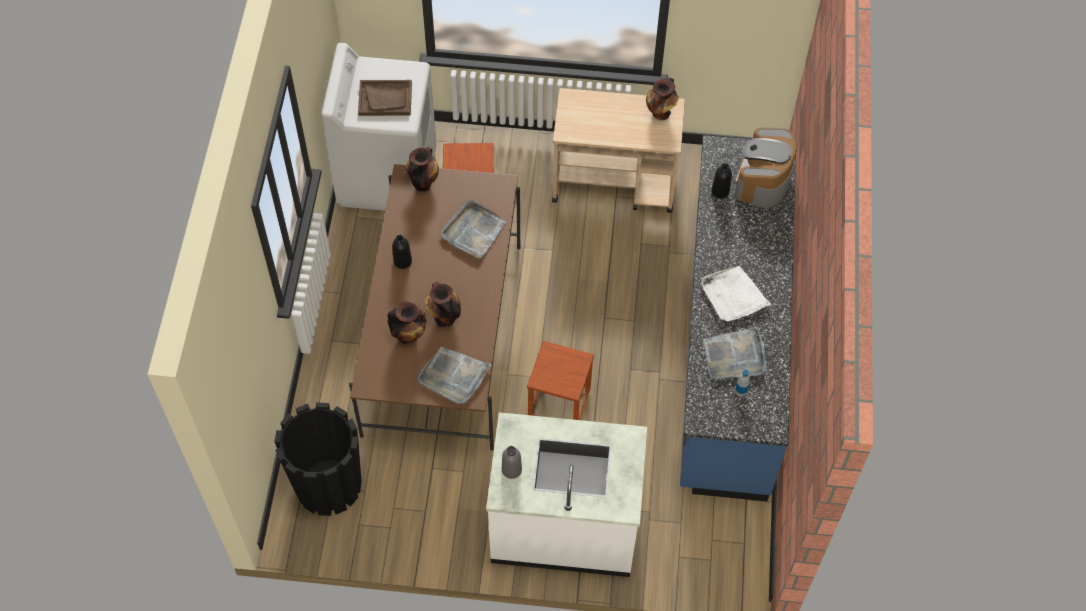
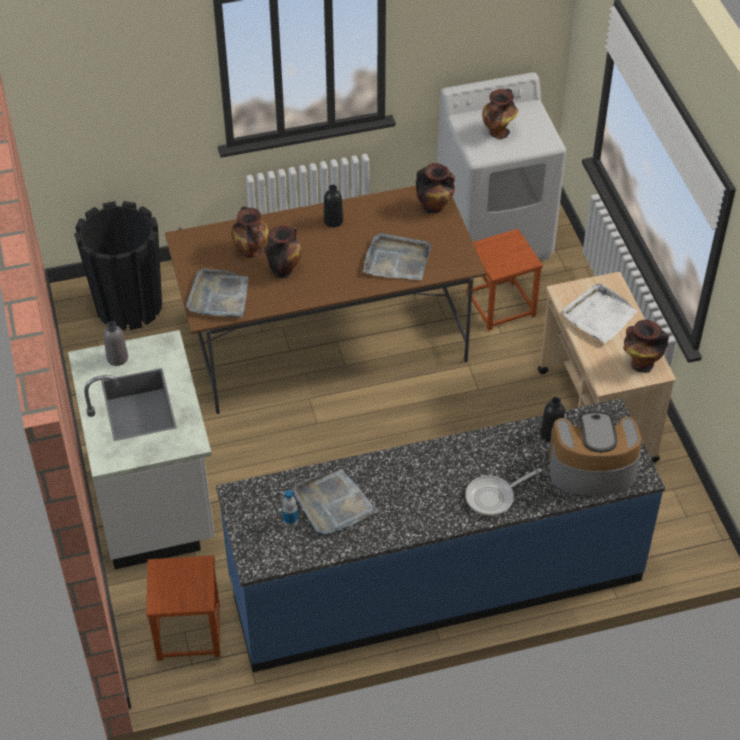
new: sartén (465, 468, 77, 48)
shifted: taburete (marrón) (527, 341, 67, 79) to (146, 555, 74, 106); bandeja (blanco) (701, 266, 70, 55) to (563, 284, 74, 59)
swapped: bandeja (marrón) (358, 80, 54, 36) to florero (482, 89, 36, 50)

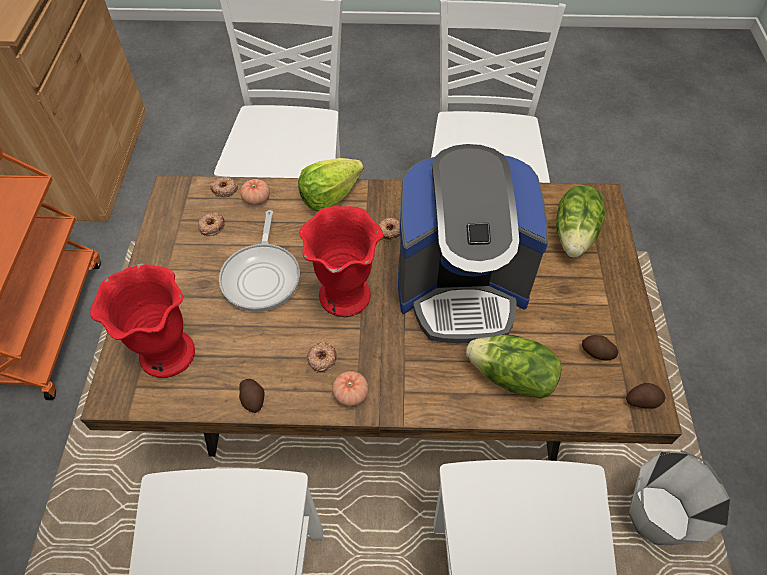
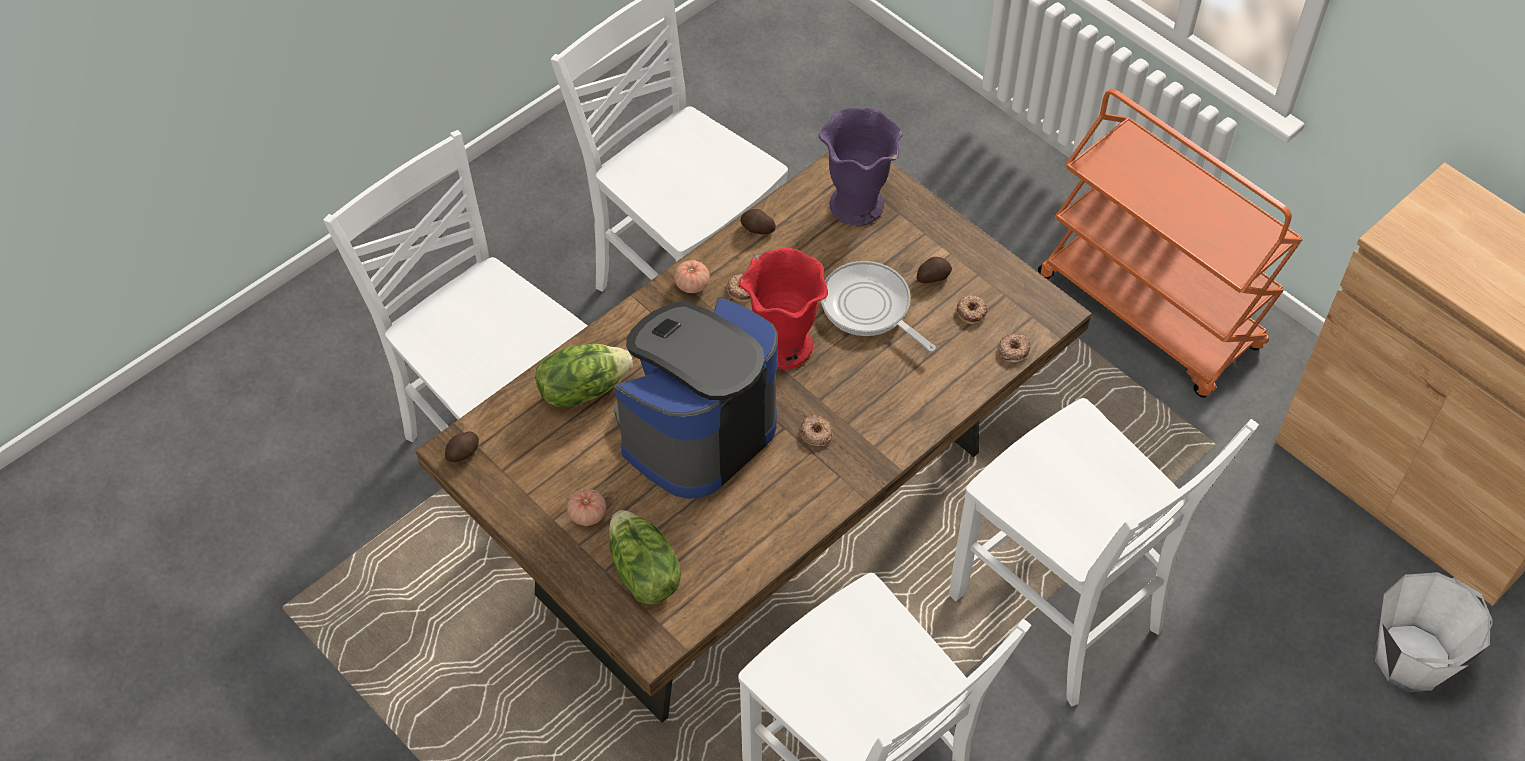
gone: lechuga (298, 158, 66, 54)
shifted: tomate (240, 179, 30, 27) to (567, 489, 39, 37); patata (582, 335, 36, 26) to (917, 257, 35, 26); cubo (blanco) (629, 450, 101, 96) to (1375, 572, 117, 120)
repainted: florero (rojo) (90, 263, 105, 115) to florero (morado) (819, 108, 84, 118)

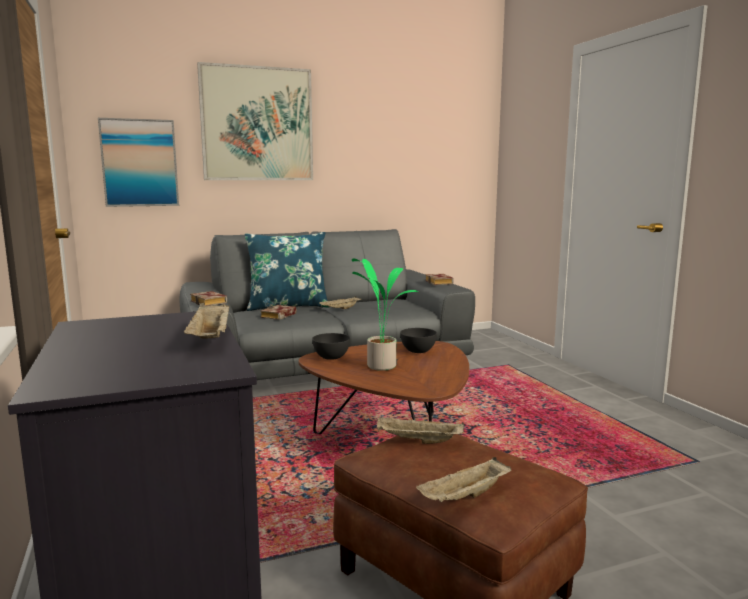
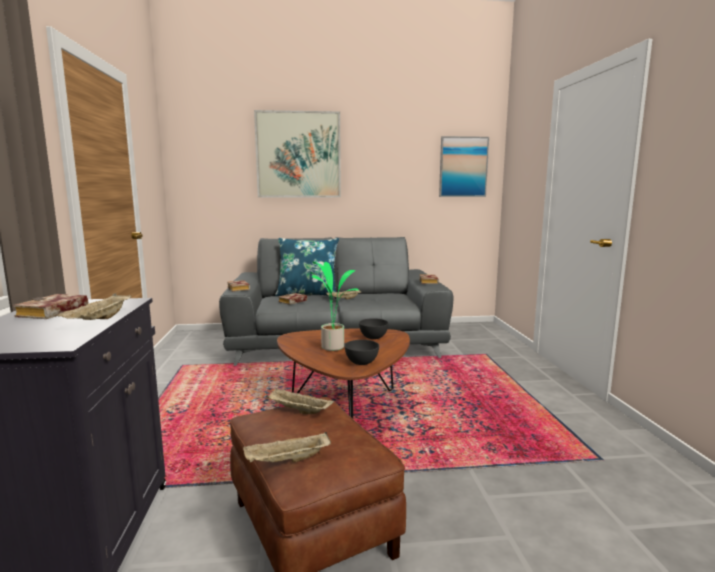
new: libro (13, 294, 75, 25)
shifted: cuadro (98, 118, 81, 89) to (439, 136, 50, 61); cuenco (gris) (312, 333, 38, 27) to (344, 340, 35, 25)

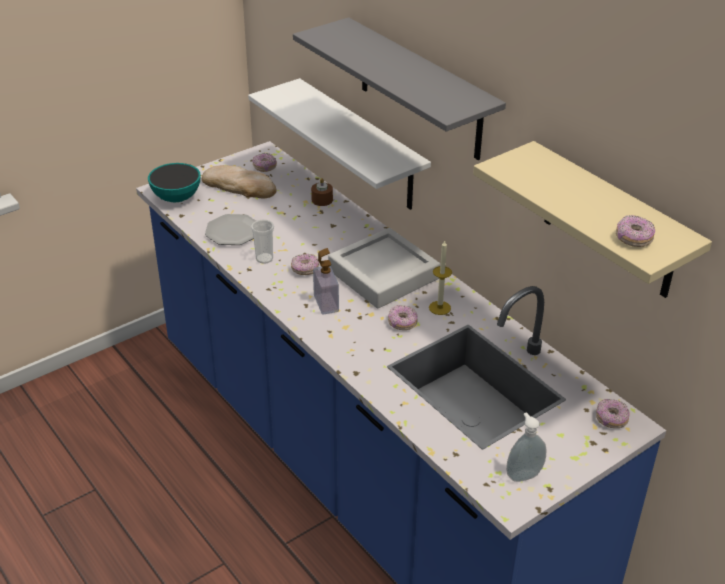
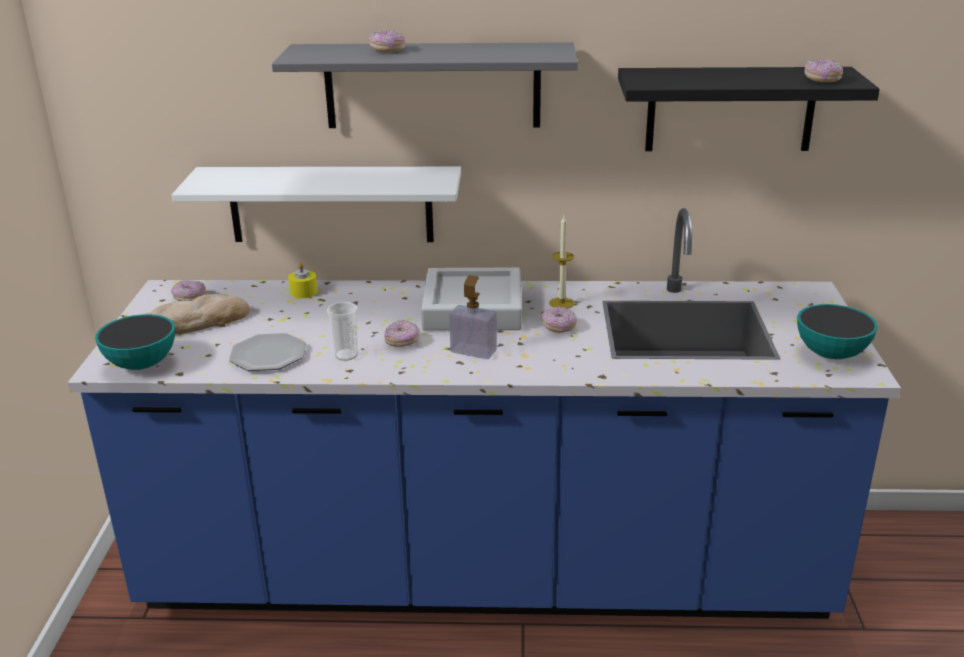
shifted: rosquilla (596, 399, 33, 29) to (369, 30, 36, 22)
swapped: dispensador de jabón (506, 413, 40, 69) to cuenco (797, 304, 81, 55)
repainted: vela (marrón) (311, 178, 22, 28) to vela (amarillo) (288, 262, 29, 36); estante (beis) (473, 141, 239, 157) to estante (negro) (618, 67, 262, 84)

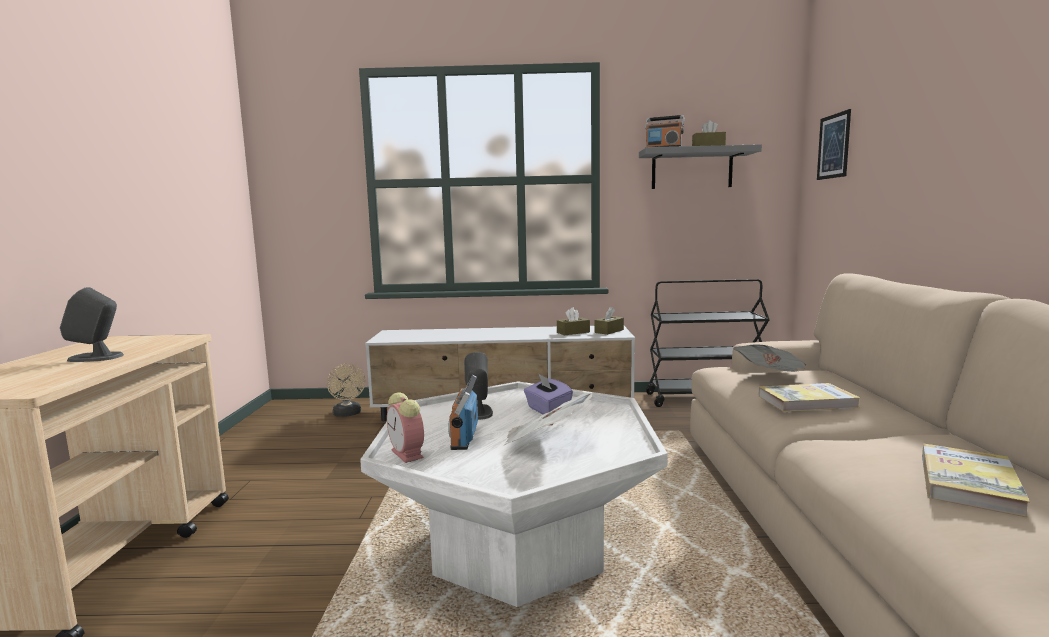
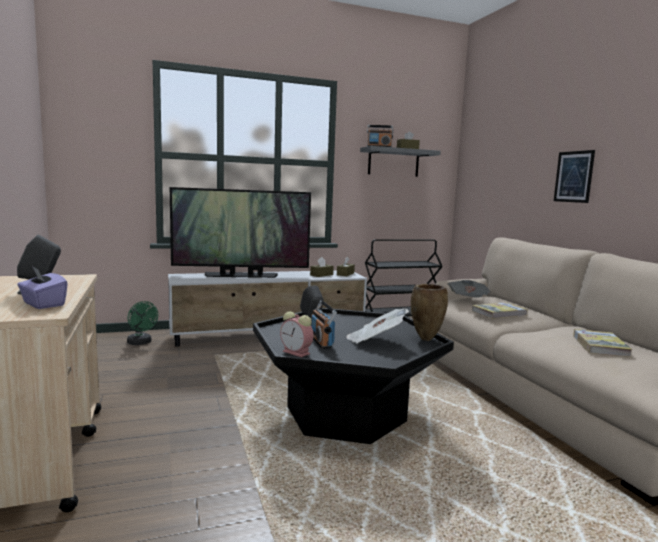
new: televisor (170, 187, 141, 91); florero (marrón) (411, 284, 37, 57)
shifted: caja de pañuelos (morado) (524, 373, 49, 42) to (17, 266, 51, 43); cuadro (817, 109, 34, 71) to (554, 150, 41, 53)
repainted: ventilador (beis) (327, 364, 39, 53) to ventilador (verde) (127, 301, 31, 44); mesa de centro (blanco) (360, 382, 308, 225) to mesa de centro (negro) (253, 308, 201, 136)

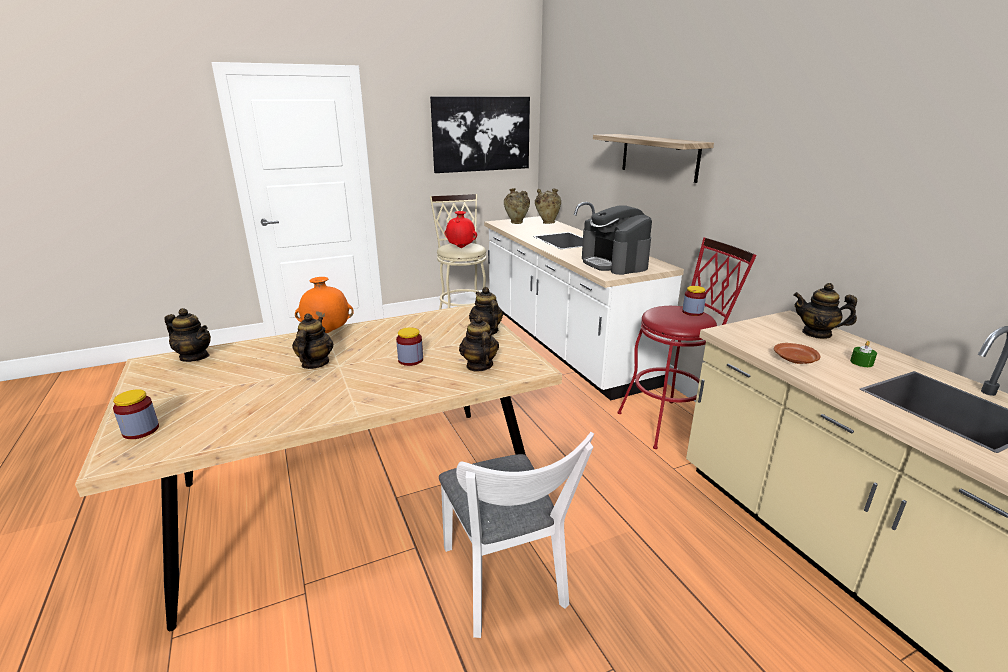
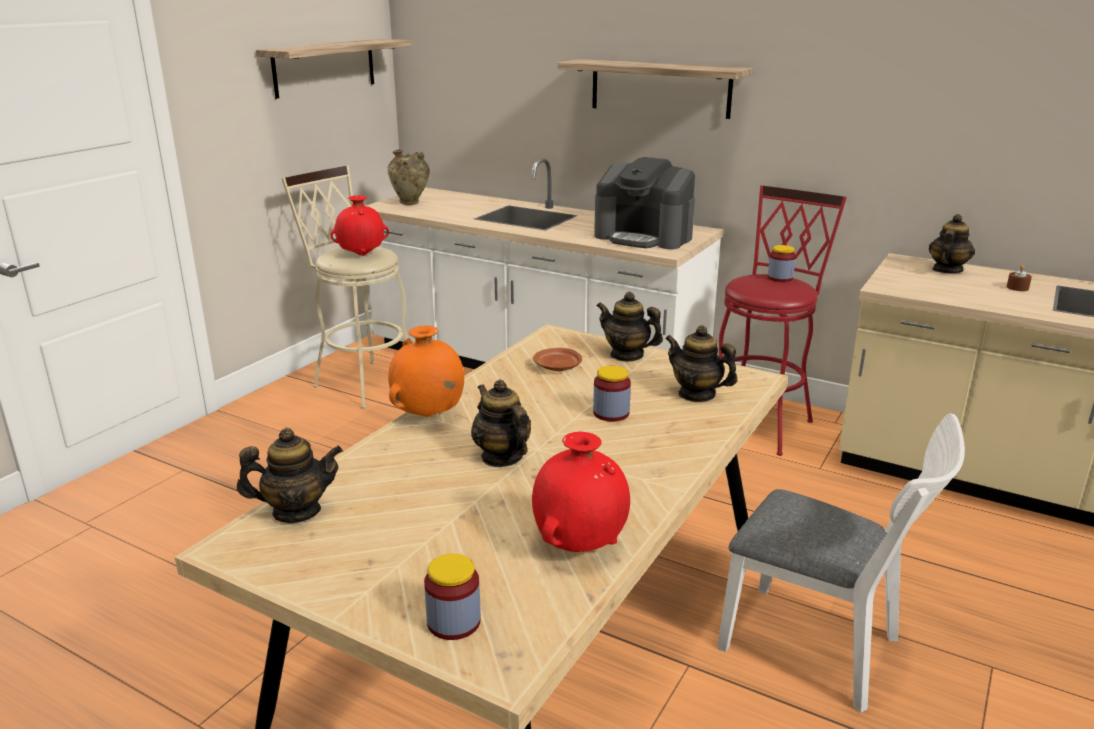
gone: florero (beis) (535, 189, 26, 35)
new: florero (rojo) (532, 432, 98, 120)
shifted: plato (marrón) (774, 343, 46, 21) to (533, 348, 49, 23)
swapped: cuadro (430, 96, 100, 77) to estante (256, 39, 155, 60)
repainted: vela (verde) (850, 341, 27, 26) to vela (marrón) (1007, 265, 25, 26)
rotated: tetera (793, 283, 64, 56) = (929, 214, 46, 59) 135 degrees clockwise

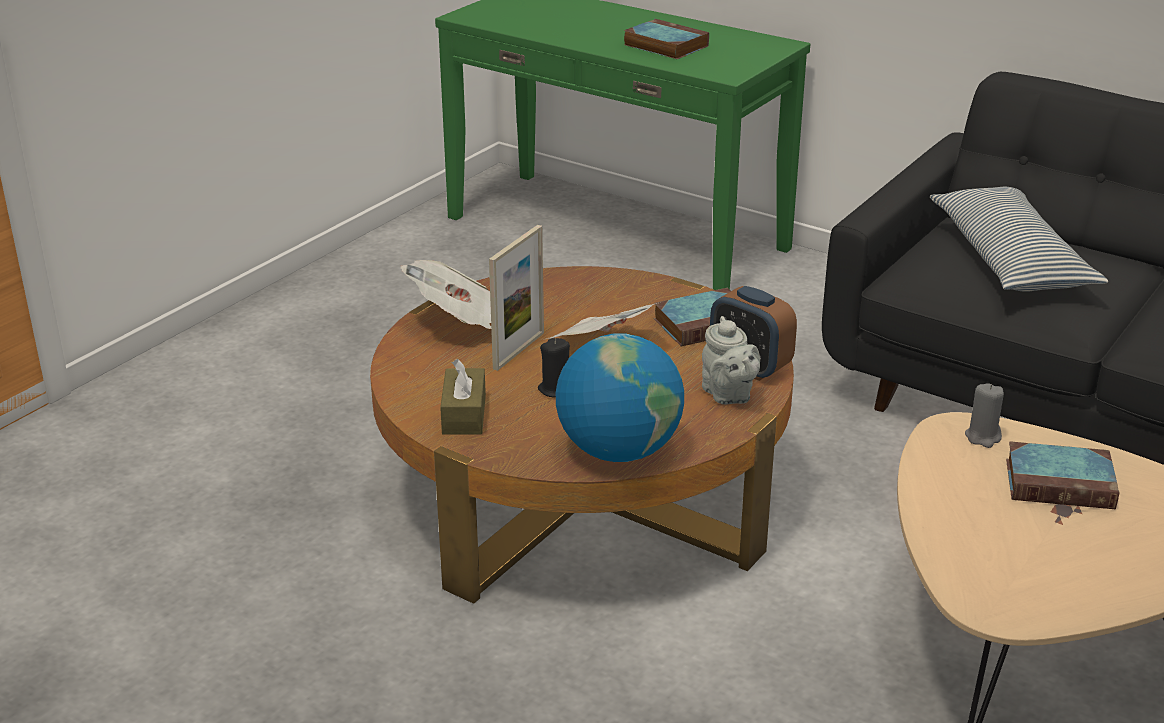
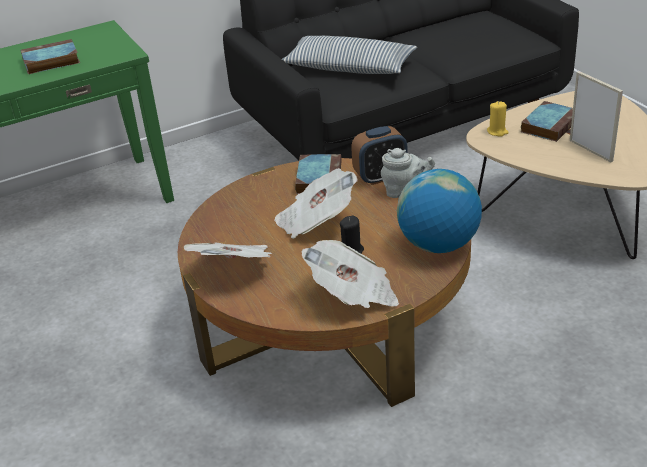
shifted: portarretratos (489, 225, 55, 146) to (570, 71, 53, 91)
swapped: caja de pañuelos (marrón) (440, 359, 46, 76) to periódico (302, 240, 97, 68)
repainted: vela (gris) (965, 383, 39, 65) to vela (amarillo) (487, 101, 22, 36)

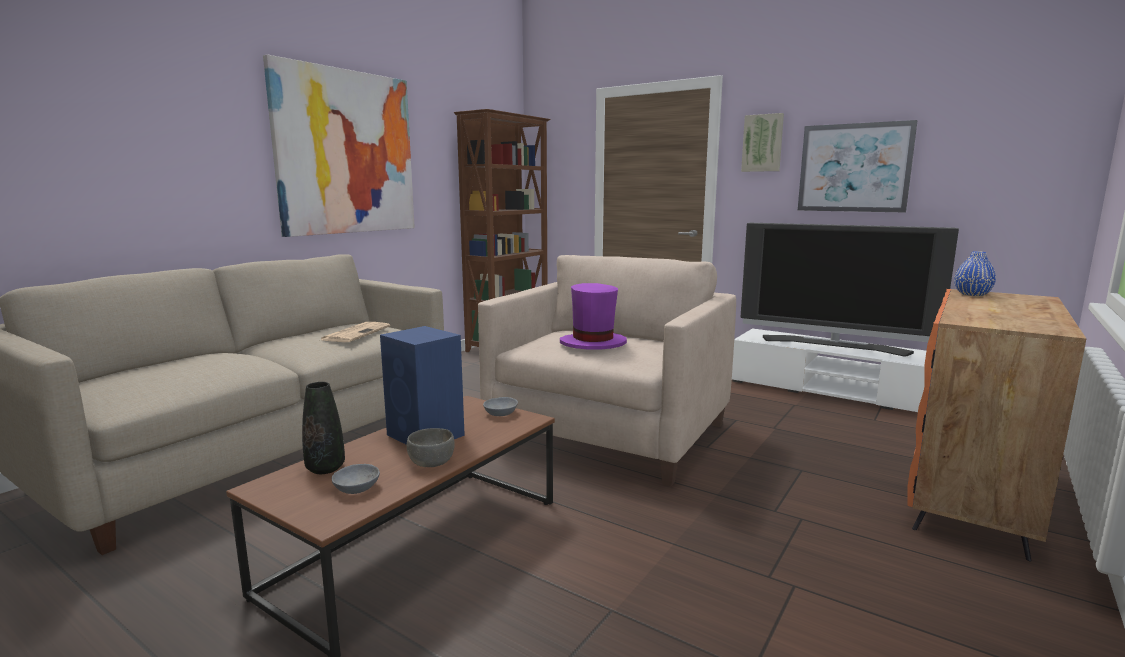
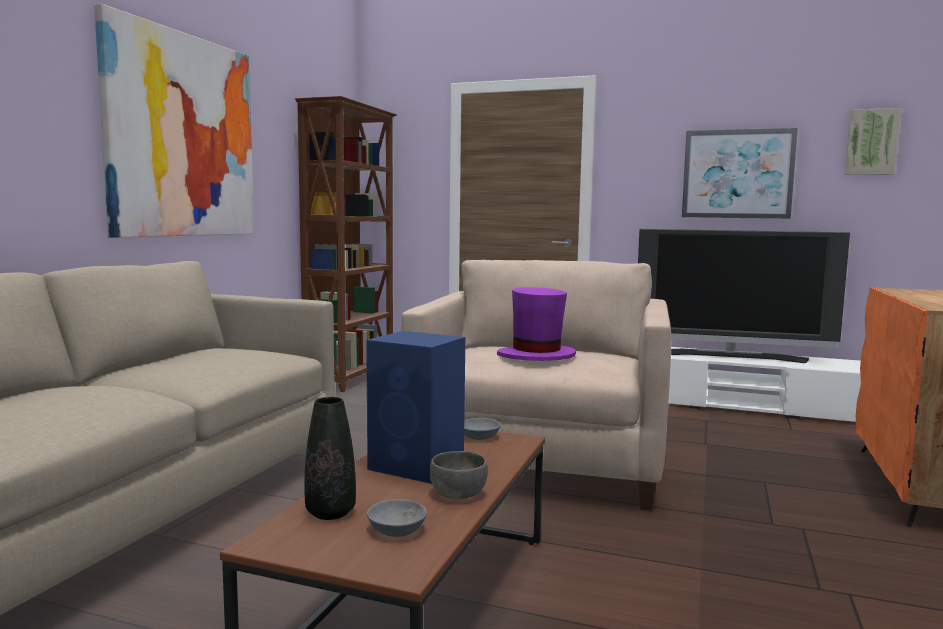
gone: periódico (321, 322, 69, 20); florero (azul) (954, 251, 42, 45)
shifted: cuadro (741, 113, 43, 59) to (845, 108, 56, 67)

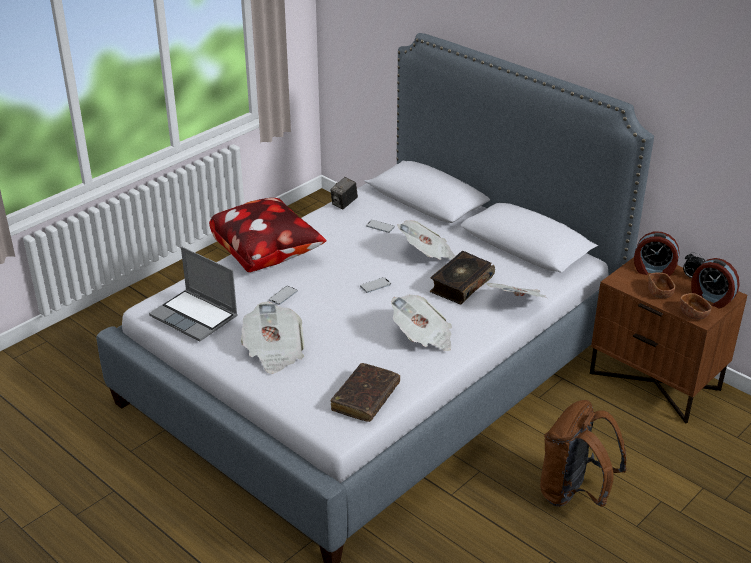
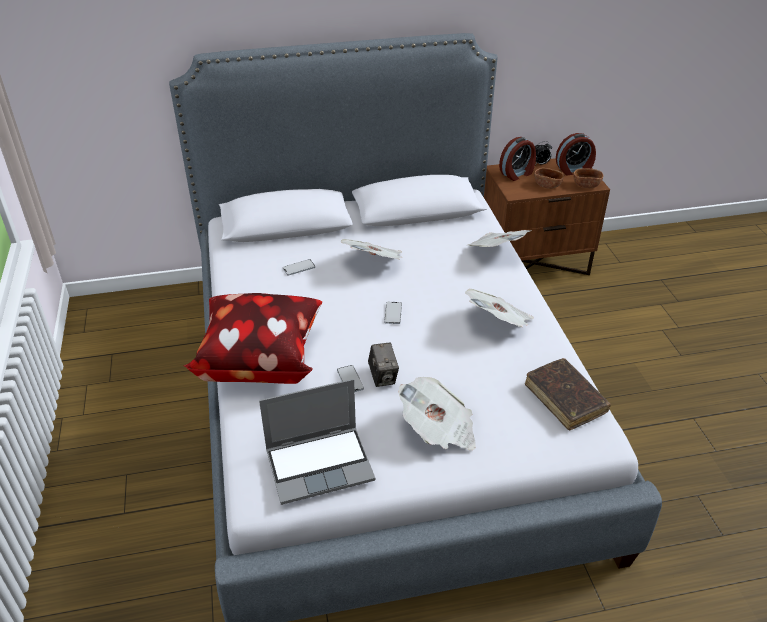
gone: libro (430, 251, 65, 53); mochila (marrón) (540, 400, 87, 107)
shifted: cámara (330, 177, 28, 32) to (368, 342, 31, 45)

